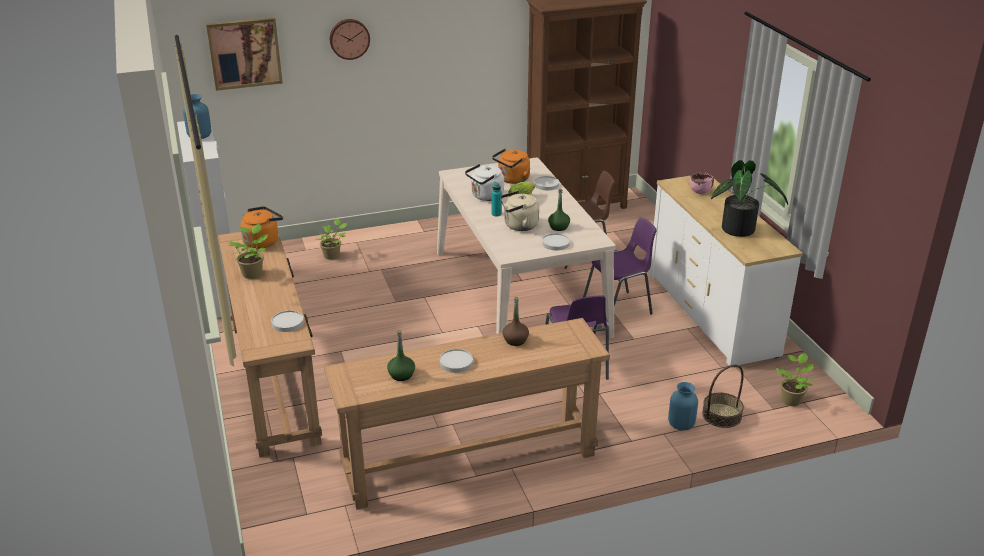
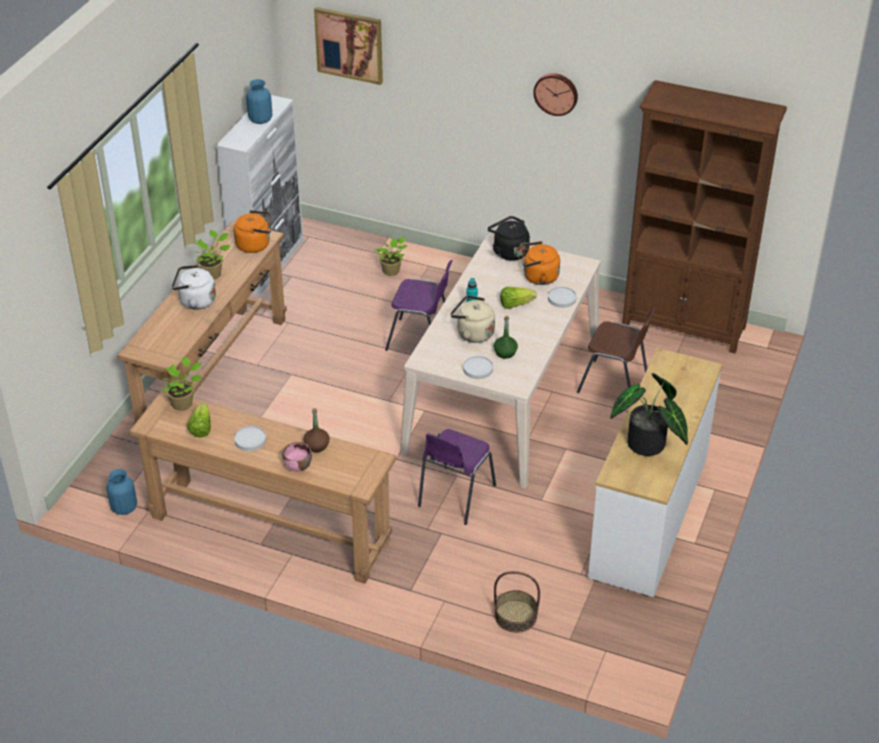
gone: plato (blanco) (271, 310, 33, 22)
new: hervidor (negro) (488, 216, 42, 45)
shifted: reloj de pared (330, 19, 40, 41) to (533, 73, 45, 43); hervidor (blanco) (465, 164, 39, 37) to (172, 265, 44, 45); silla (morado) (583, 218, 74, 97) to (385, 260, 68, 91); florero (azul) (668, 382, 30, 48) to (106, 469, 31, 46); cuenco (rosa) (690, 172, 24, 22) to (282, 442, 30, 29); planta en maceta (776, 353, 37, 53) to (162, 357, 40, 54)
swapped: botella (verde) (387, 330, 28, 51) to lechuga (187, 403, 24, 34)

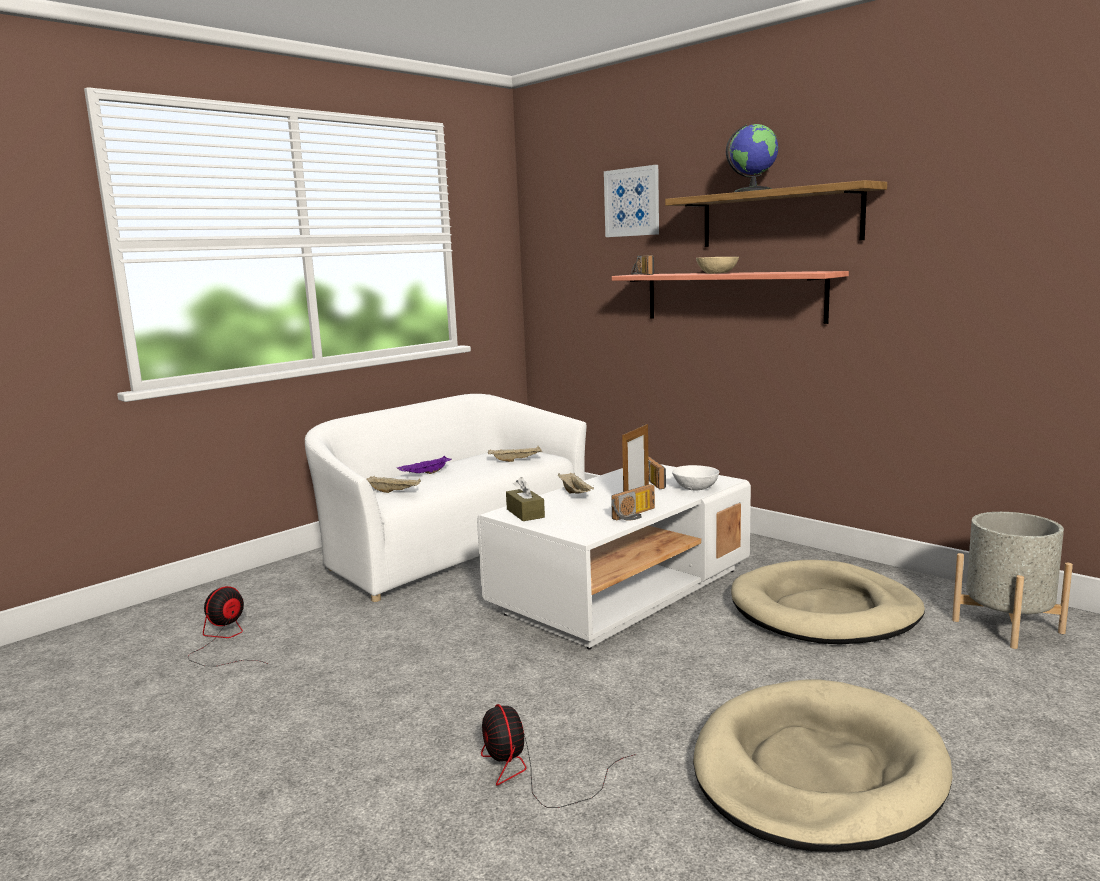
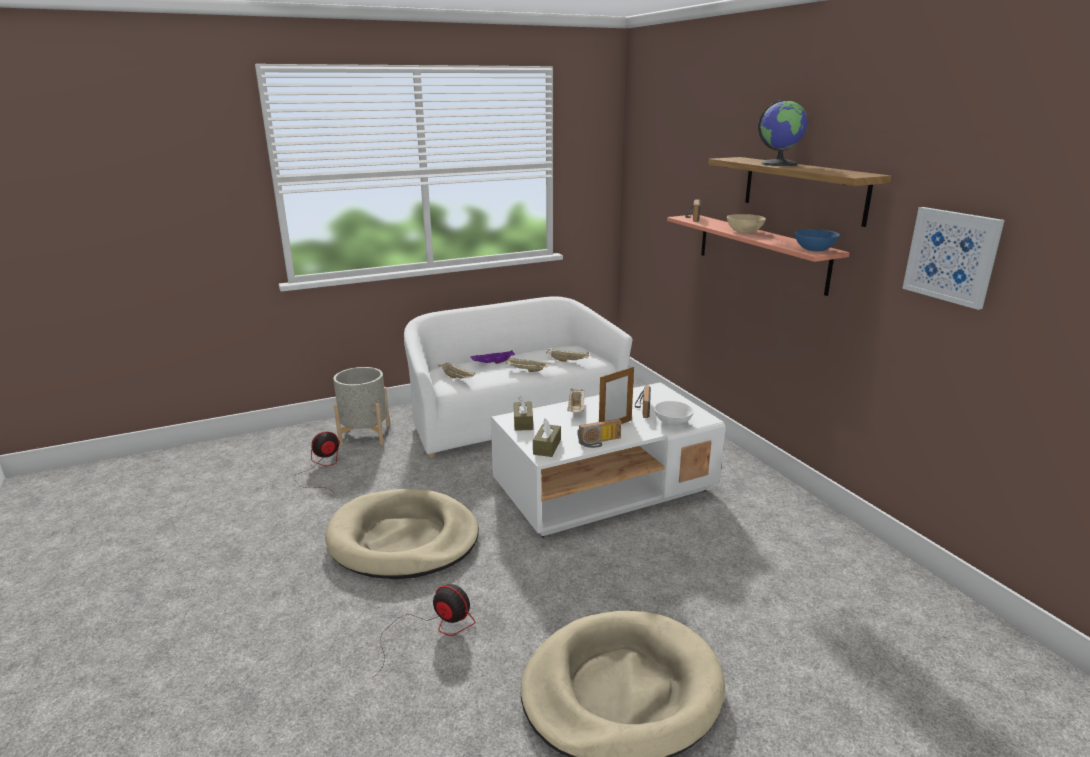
new: bandeja (beis) (506, 358, 44, 14); caja de pañuelos (marrón) (533, 418, 28, 39); cuenco (azul) (794, 229, 46, 22)
shifted: cuadro (604, 165, 55, 72) to (902, 207, 103, 103); cama para perro (beis) (731, 560, 194, 85) to (325, 489, 154, 90); maceta (gris) (952, 512, 121, 137) to (333, 367, 57, 79)
rotated: ventilador (481, 704, 155, 104) = (372, 584, 103, 95) 120 degrees clockwise

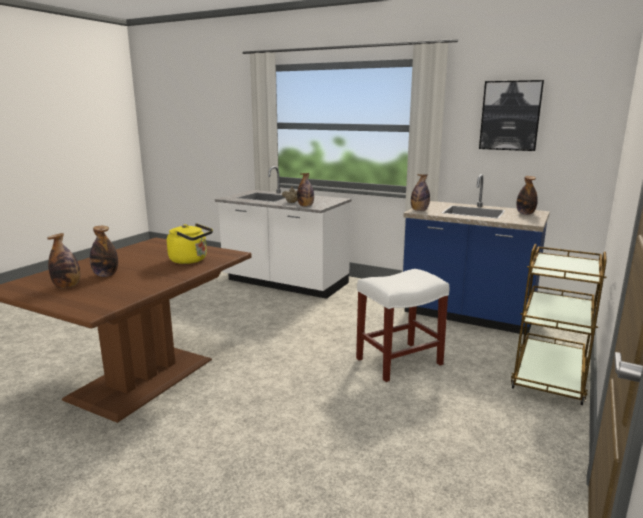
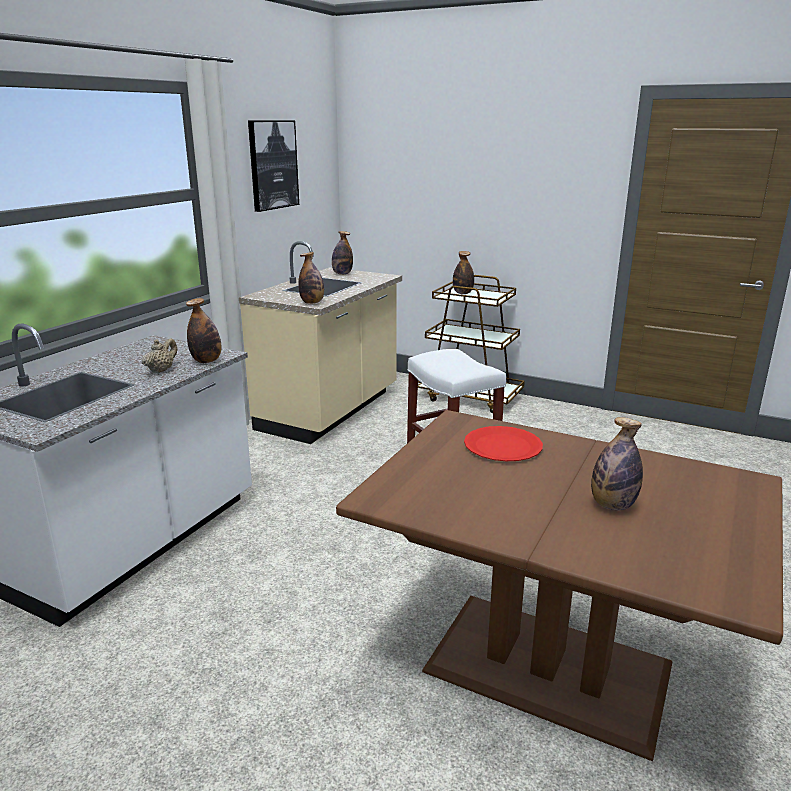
shifted: botella (47, 233, 33, 55) to (453, 251, 21, 43)
swapped: hervidor (amarillo) (167, 223, 46, 41) to plato (rojo) (464, 426, 79, 35)
repainted: mueble bajo de cocina (azul) (403, 174, 147, 161) to mueble bajo de cocina (beis) (239, 241, 163, 203)

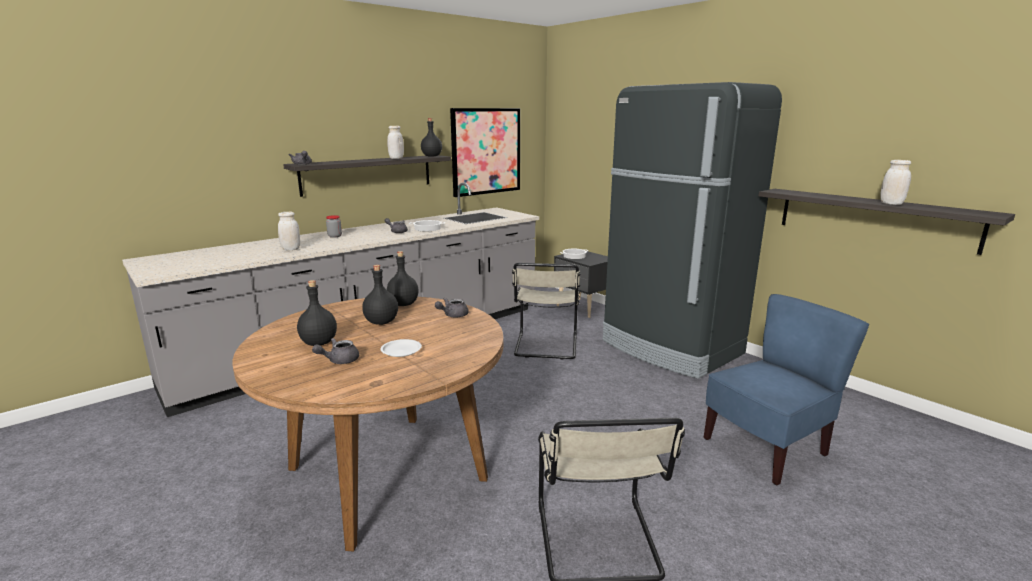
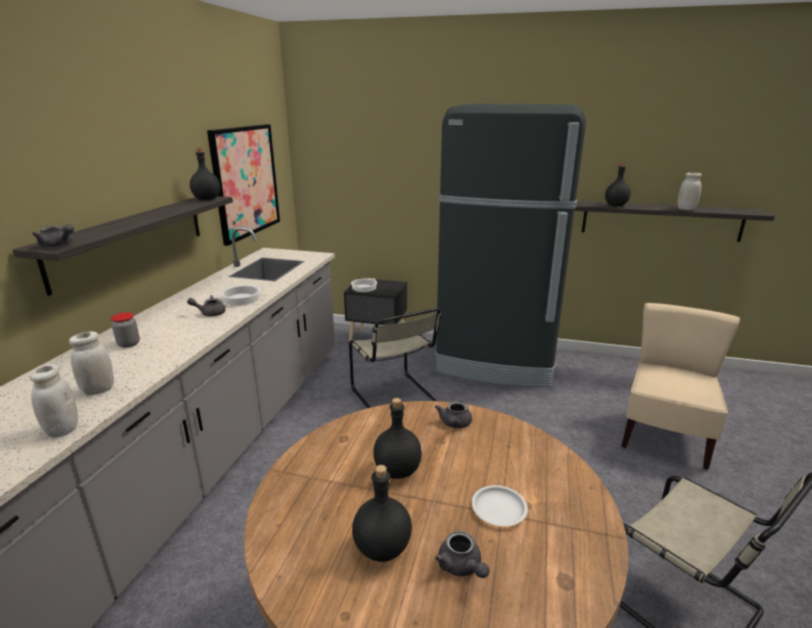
shifted: tarro (blanco) (387, 126, 17, 33) to (30, 364, 48, 74); botella (negro) (387, 251, 32, 55) to (605, 163, 26, 43)
repainted: silla (azul) (704, 294, 165, 191) to silla (beis) (621, 303, 119, 167)
rotated: tetera (gris) (312, 338, 47, 26) = (435, 531, 54, 47) 45 degrees counterclockwise

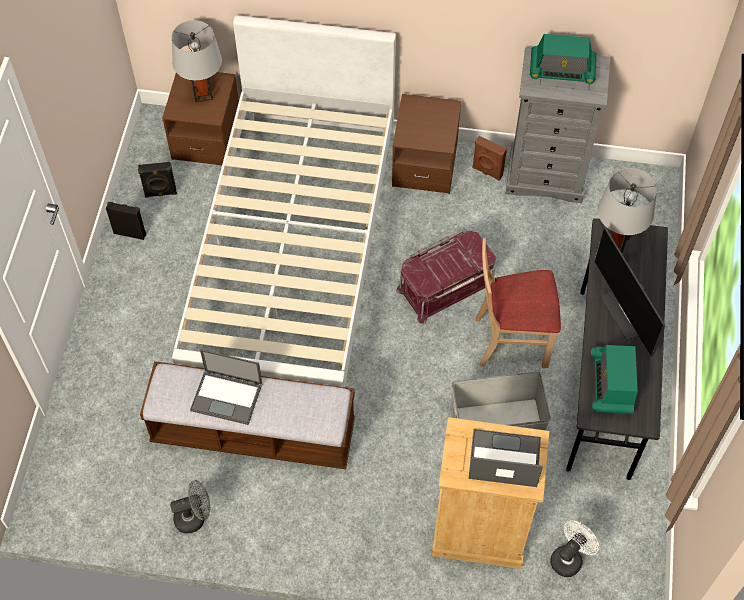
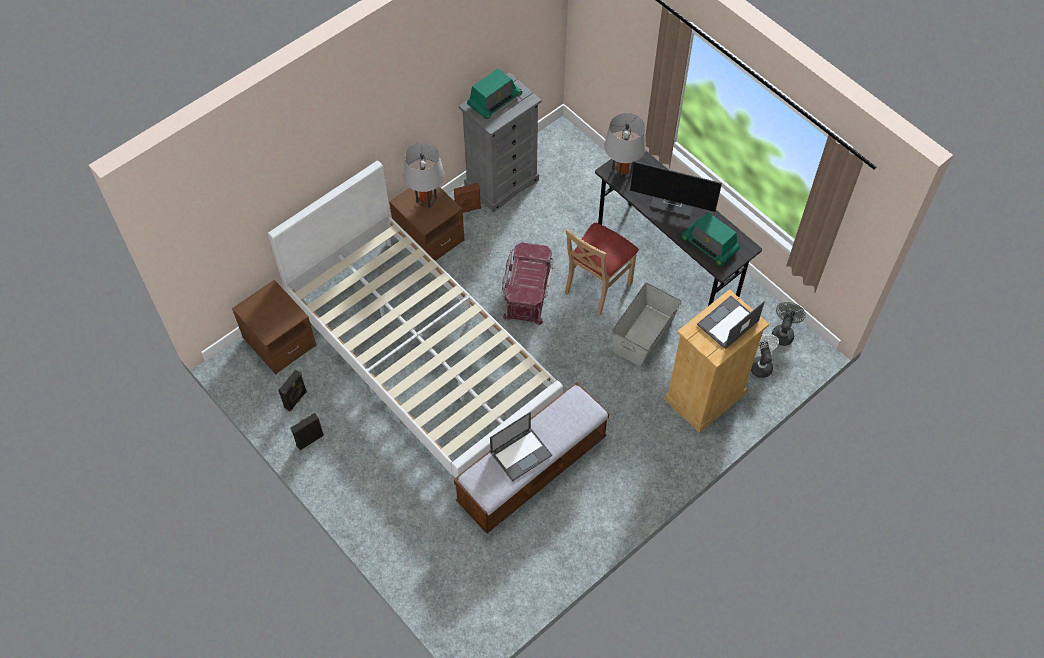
shifted: ventilador (gris) (170, 480, 40, 54) to (772, 302, 34, 44); lámpara de mesa (gris) (172, 20, 50, 83) to (404, 143, 40, 65)

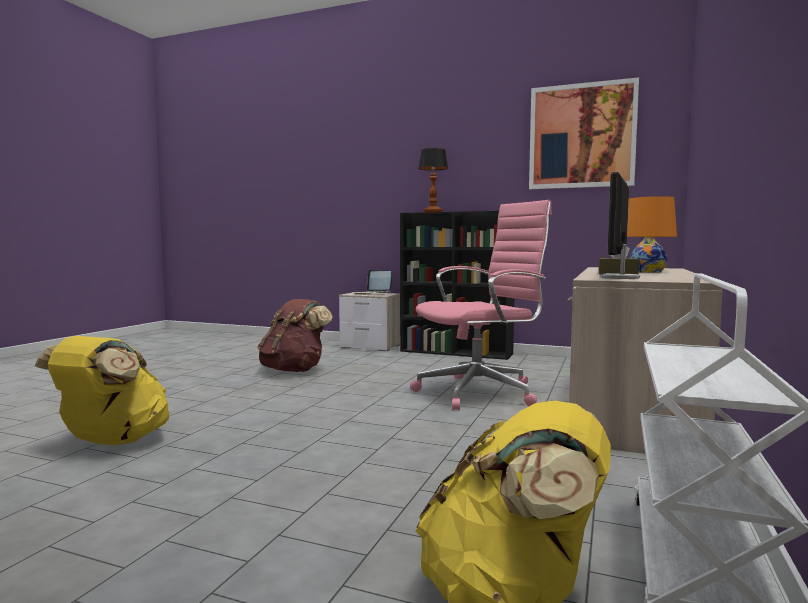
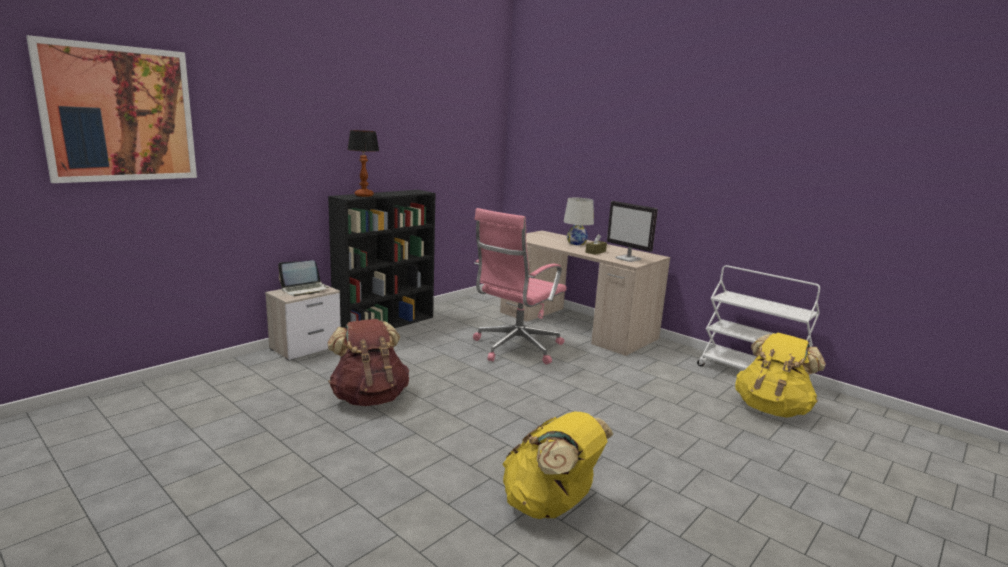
shifted: cuadro (529, 77, 110, 112) to (26, 35, 171, 148)
repainted: lámpara de mesa (naranja) (627, 196, 50, 77) to lámpara de mesa (blanco) (564, 198, 30, 47)
rotated: silla de oficina (rosa) (410, 200, 142, 210) = (473, 208, 94, 156) 135 degrees counterclockwise

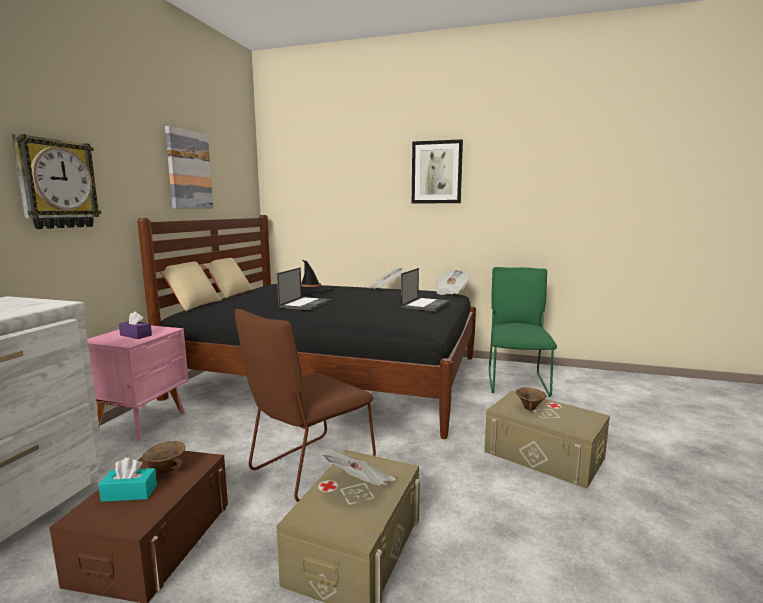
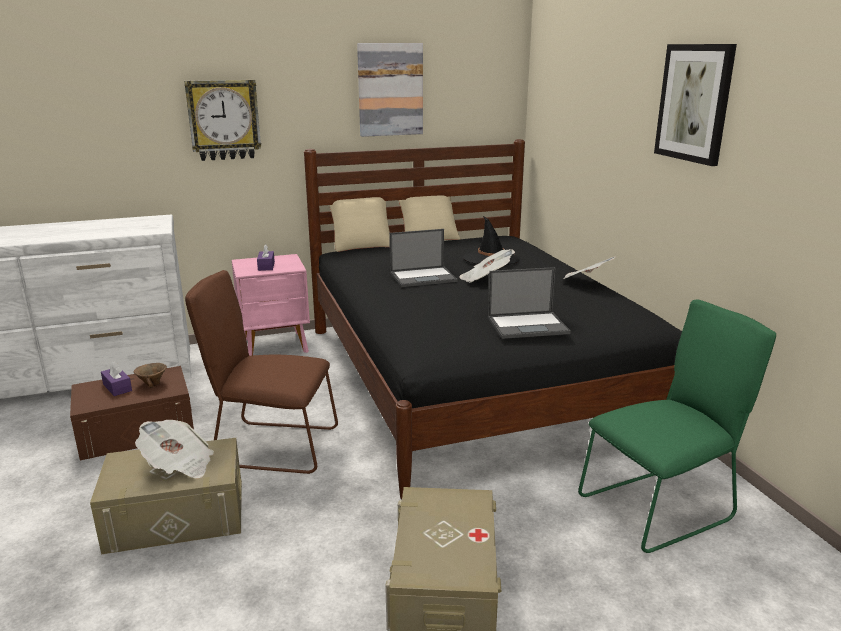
gone: cuenco (marrón) (516, 387, 30, 24)
shifted: periódico (436, 270, 35, 25) to (459, 249, 56, 34)
repainted: caja de pañuelos (turquesa) (98, 458, 59, 44) to caja de pañuelos (morado) (101, 362, 31, 34)

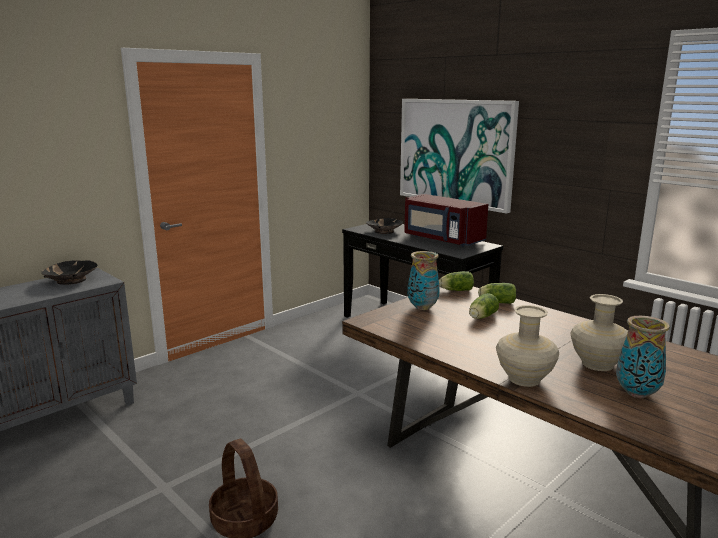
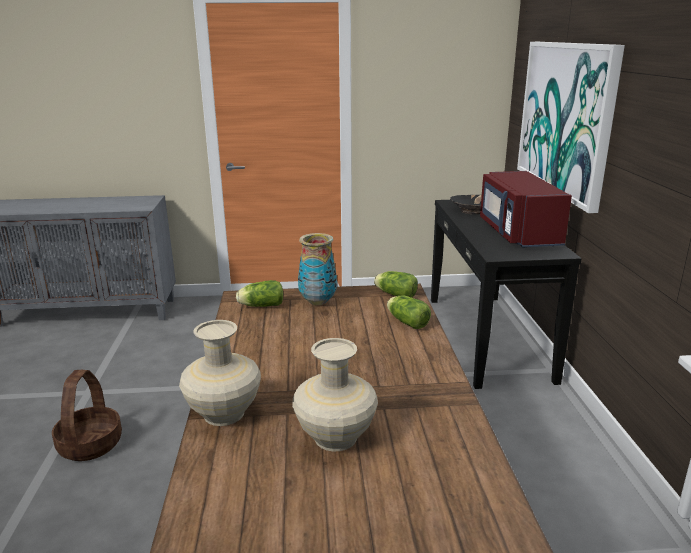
gone: cuenco (negro) (41, 260, 56, 25); florero (616, 316, 54, 82)
shifted: lechuga (469, 293, 30, 26) to (236, 280, 47, 27)

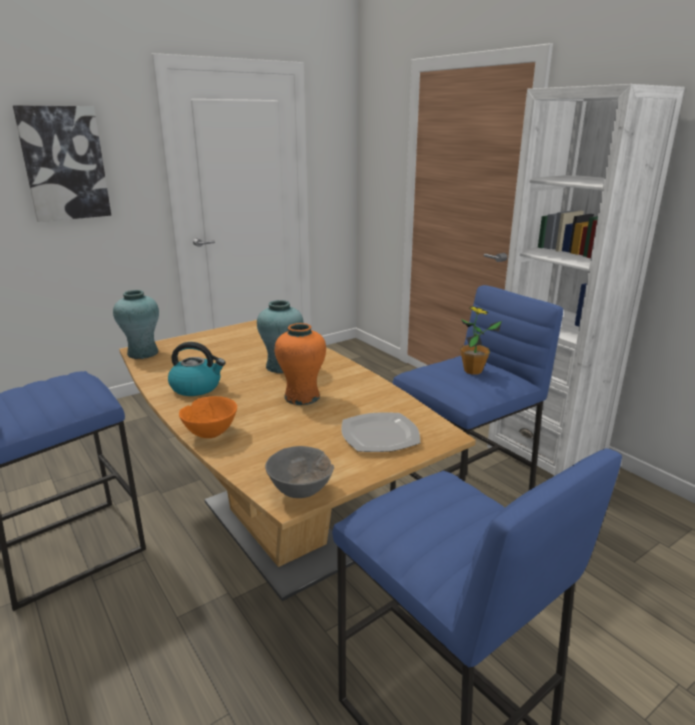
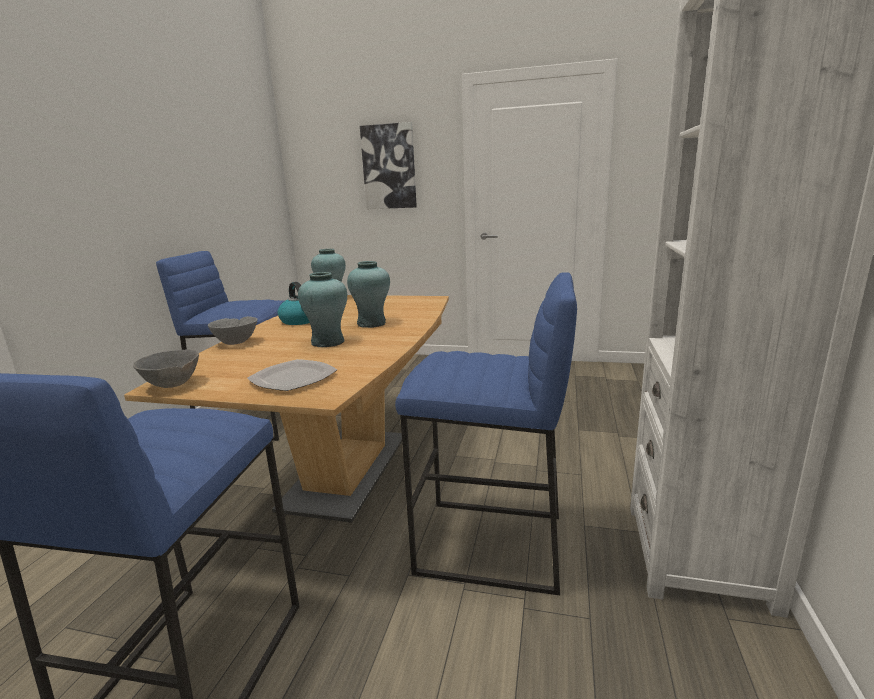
gone: planta en maceta (460, 306, 42, 69)
repainted: cuenco (naranja) (179, 396, 58, 42) to cuenco (gris) (208, 316, 49, 29); florero (naranja) (274, 323, 52, 82) to florero (turquesa) (298, 272, 49, 75)

